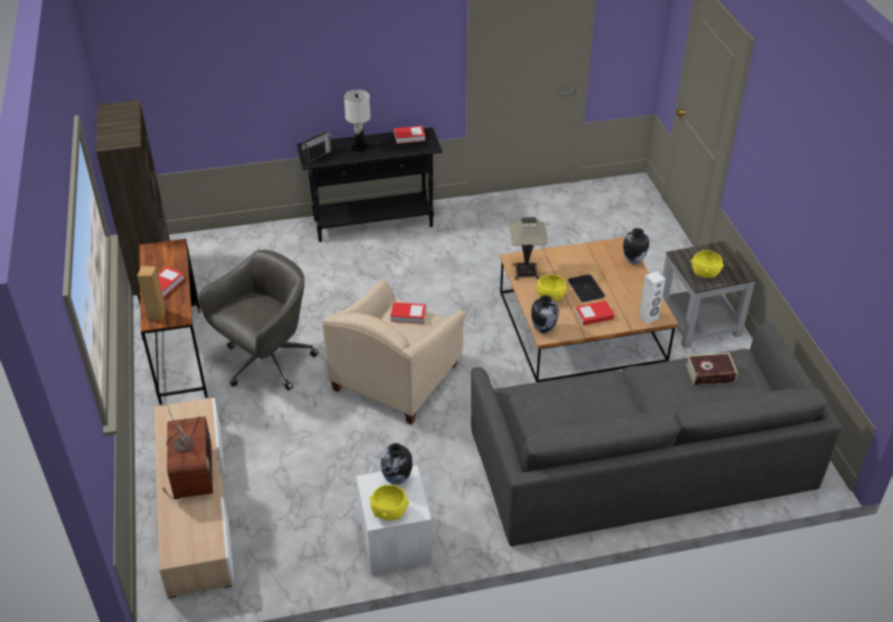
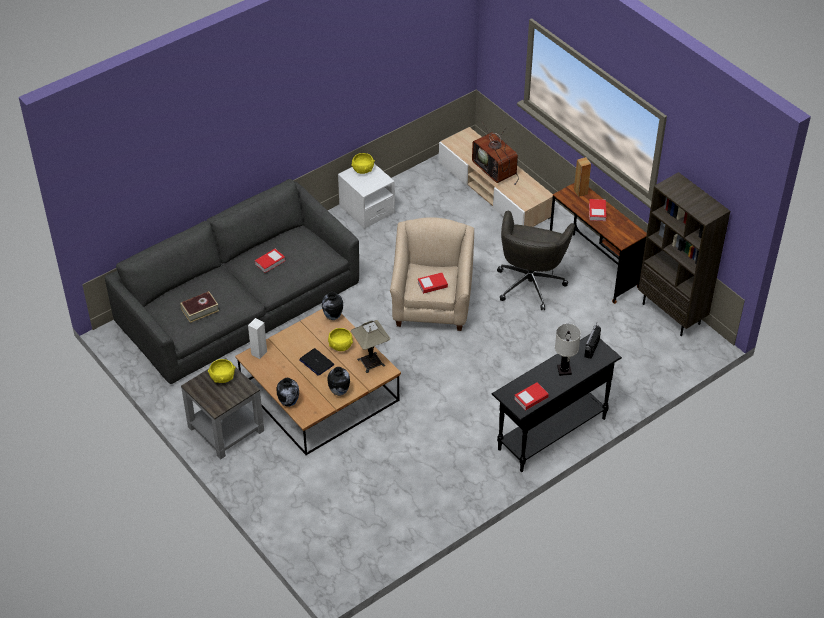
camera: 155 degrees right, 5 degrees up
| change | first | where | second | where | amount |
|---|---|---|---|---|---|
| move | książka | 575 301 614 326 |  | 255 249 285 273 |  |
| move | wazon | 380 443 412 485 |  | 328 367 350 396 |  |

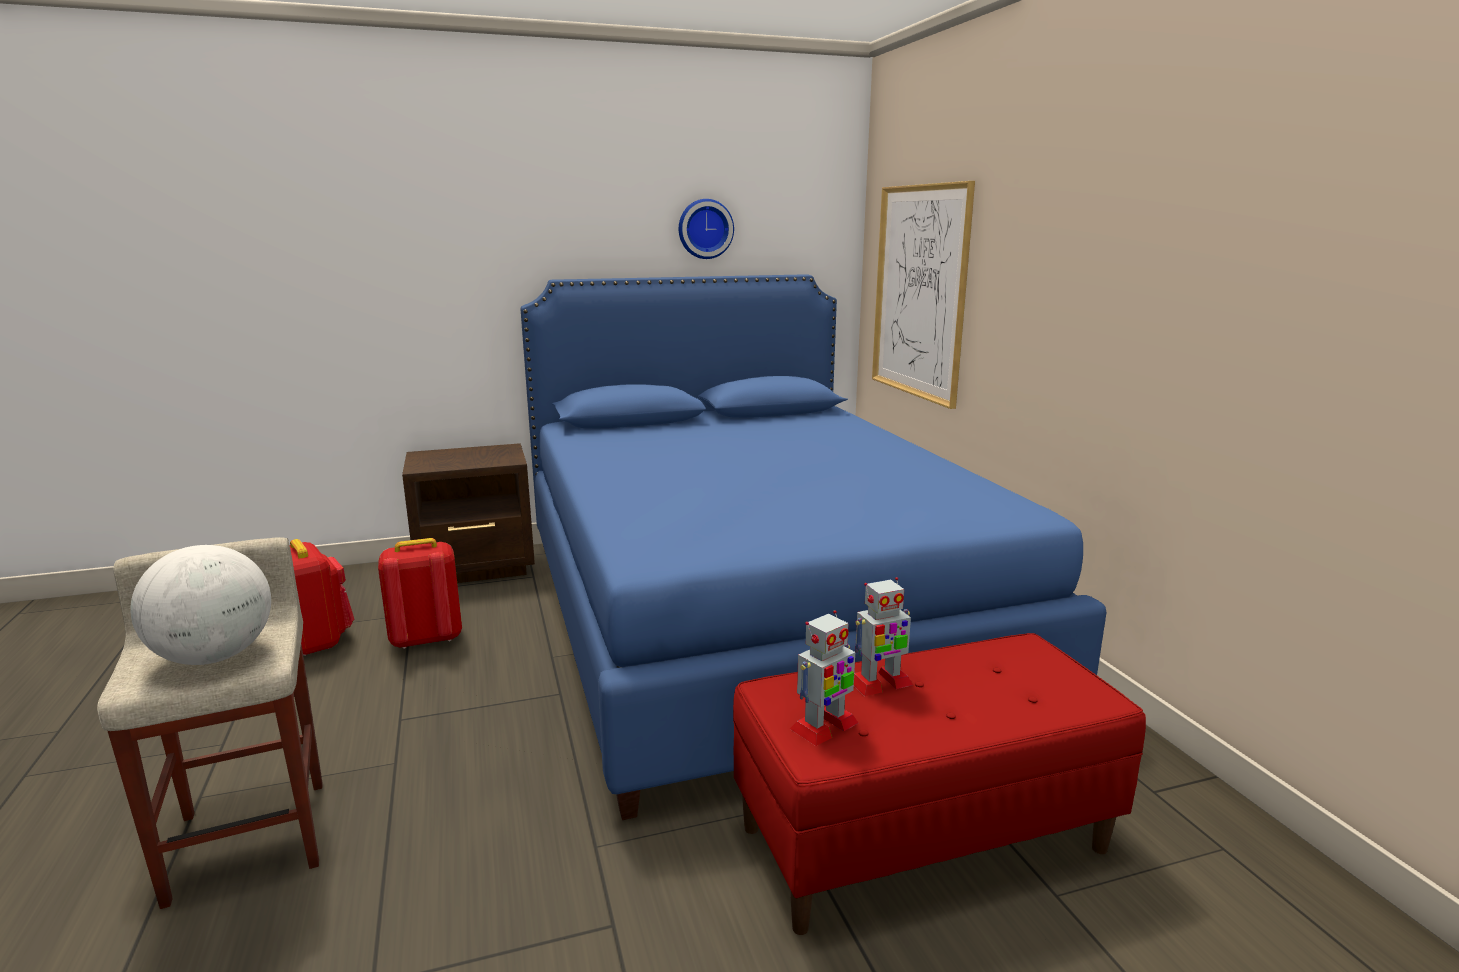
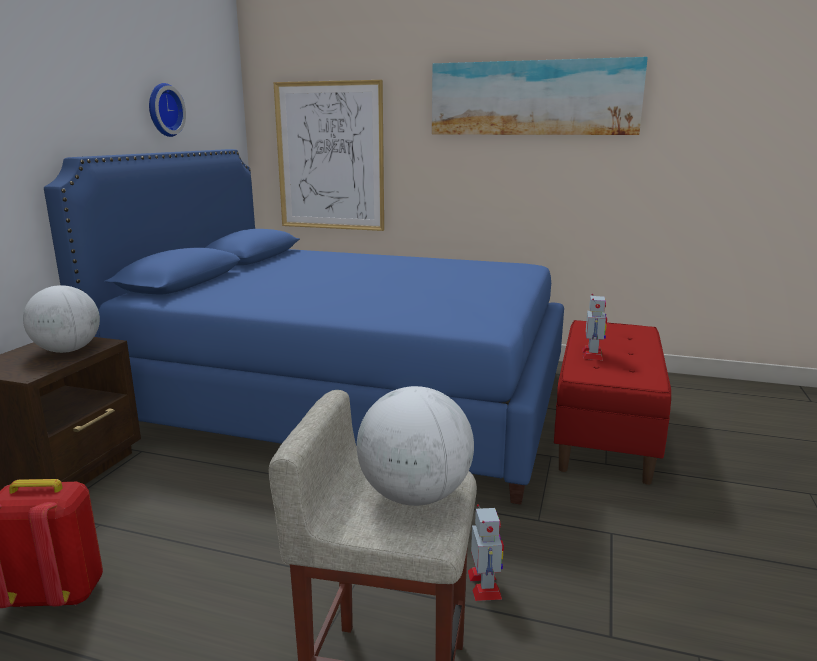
camera: 55 degrees left, 0 degrees up
| change | first | where | second | where | amount |
|---|---|---|---|---|---|
| insert |  |  | globus | 23 285 100 353 |  |
| insert |  |  | obraz | 432 57 648 135 |  |
| move | robot zabawkowy | 790 610 858 746 |  | 468 504 504 601 |  |
| delete | plecak (czerwony) | 378 538 462 649 |  |  |  |

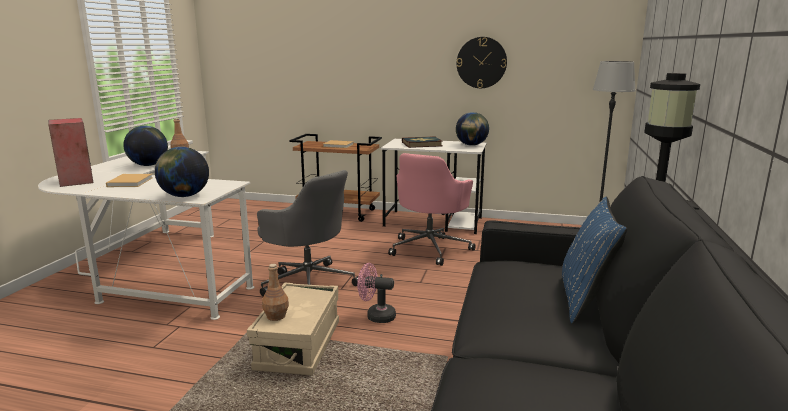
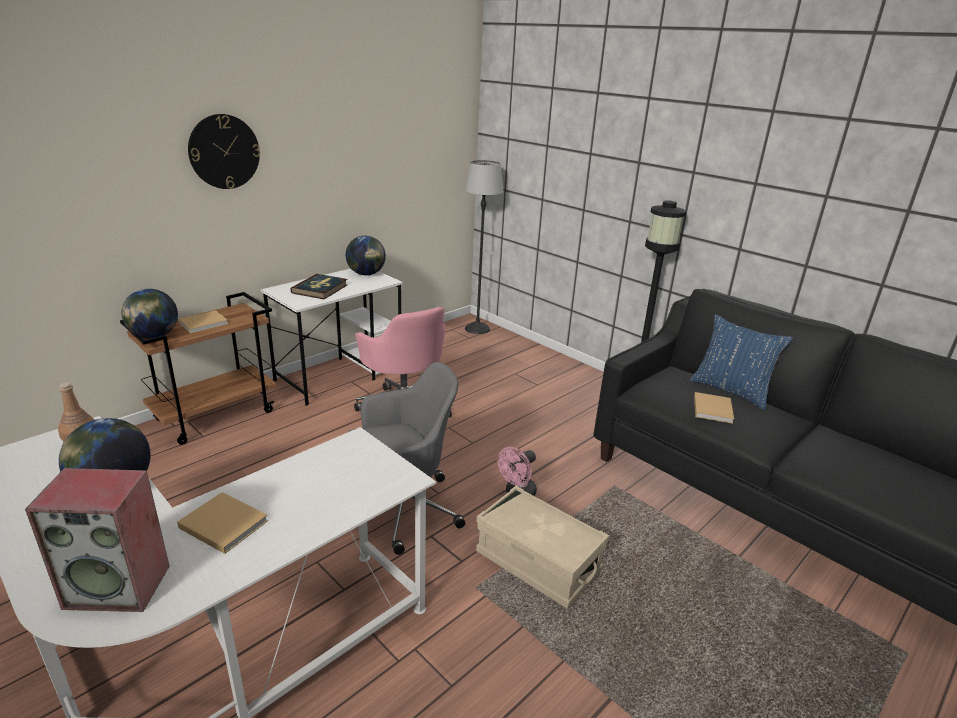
camera: 60 degrees left, 10 degrees up
| change | first | where | second | where | amount |
|---|---|---|---|---|---|
| move | globus | 155 147 209 197 |  | 122 289 178 339 |  |
| move | zegar ścienny | 457 37 507 88 |  | 188 114 260 189 |  |
| insert |  |  | książka (beżowy) | 694 392 734 424 |  |
| delete | butelka (brązowy) | 262 264 289 321 |  |  |  |

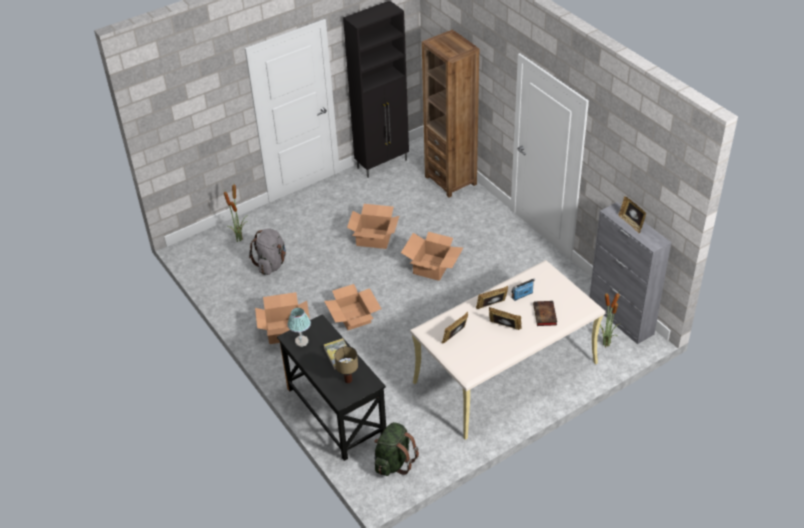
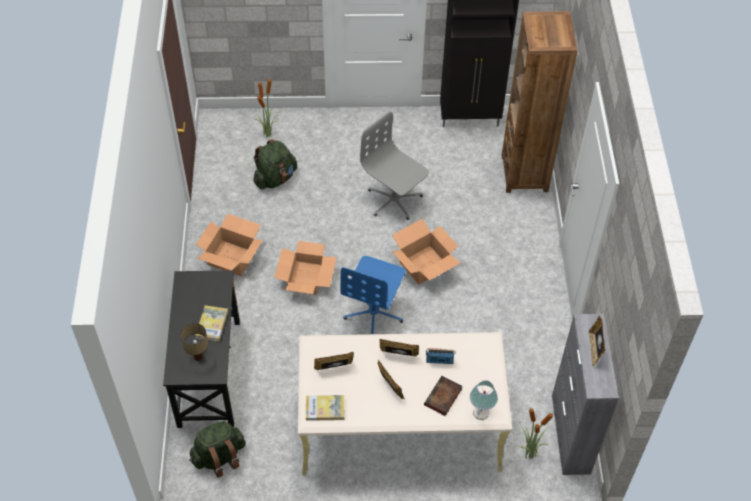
camera: 30 degrees right, 10 degrees up
| change | first | where | second | where | amount |
|---|---|---|---|---|---|
| recolor | plecak (szary) | 249 228 286 275 | plecak (zielony) | 254 139 297 189 |  |
| insert |  |  | książka | 306 395 344 421 |  |
| insert |  |  | krzesło biurowe (niebieski) | 340 256 406 334 |  |
| replace | karton | 347 204 399 249 | krzesło biurowe (szary) | 360 111 429 220 |  |
| move | lampa stołowa | 288 308 311 347 |  | 470 380 498 420 |  |

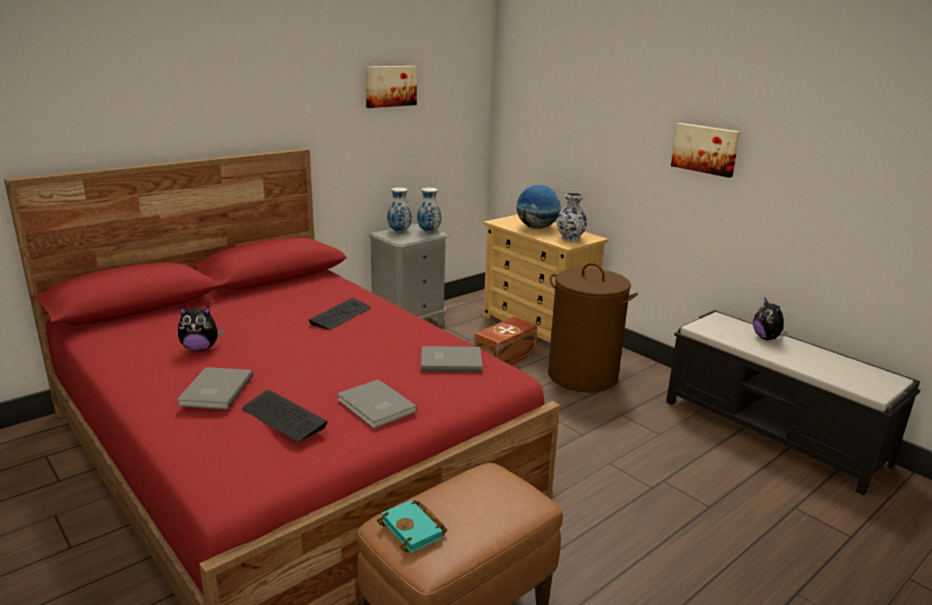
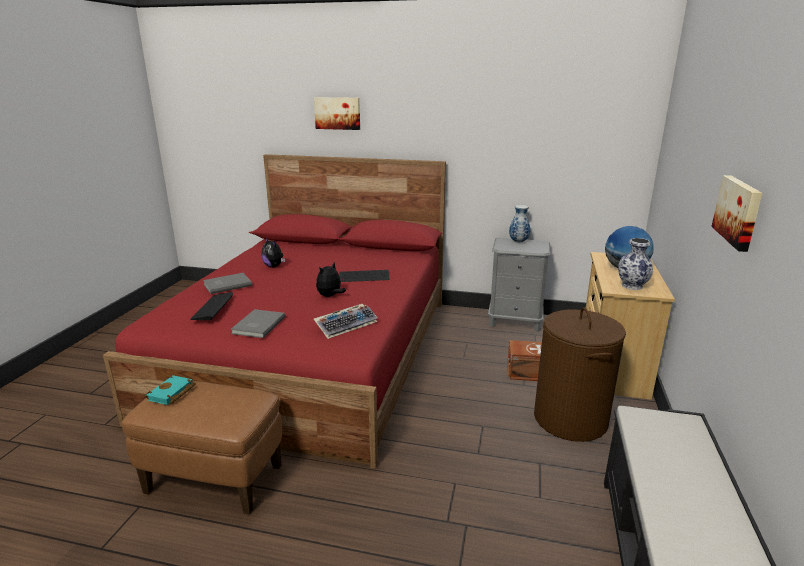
camera: 55 degrees right, 0 degrees up
| change | first | where | second | where | amount |
|---|---|---|---|---|---|
| move | obraz | 365 66 417 108 |  | 314 97 360 130 |  |
| replace | książka (szary) | 421 346 483 373 | klawiatura | 314 304 378 339 |  |
| move | pluszak | 753 298 788 340 |  | 316 263 346 297 |  |
| delete | wazon | 417 188 441 232 |  |  |  |

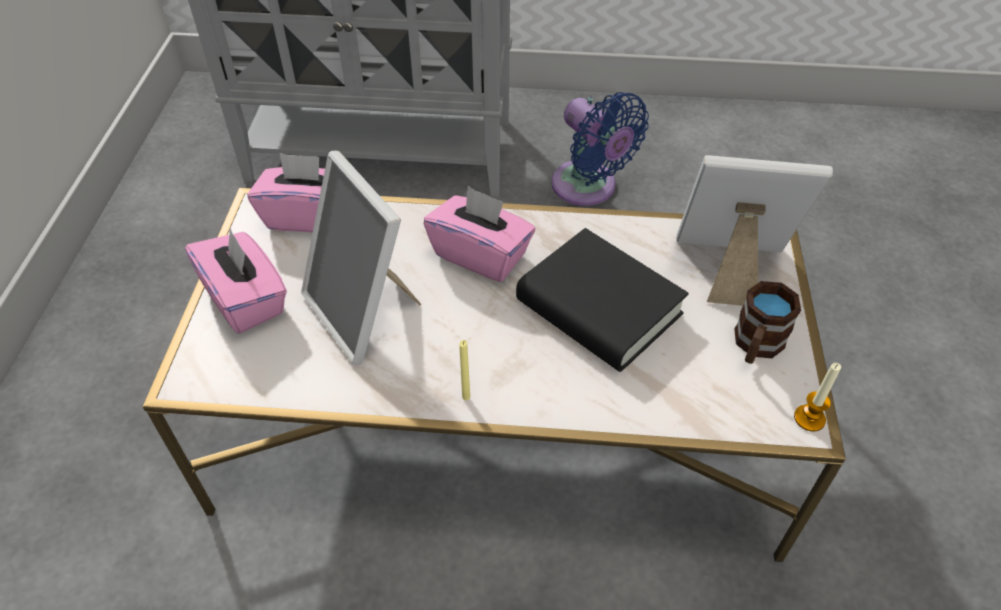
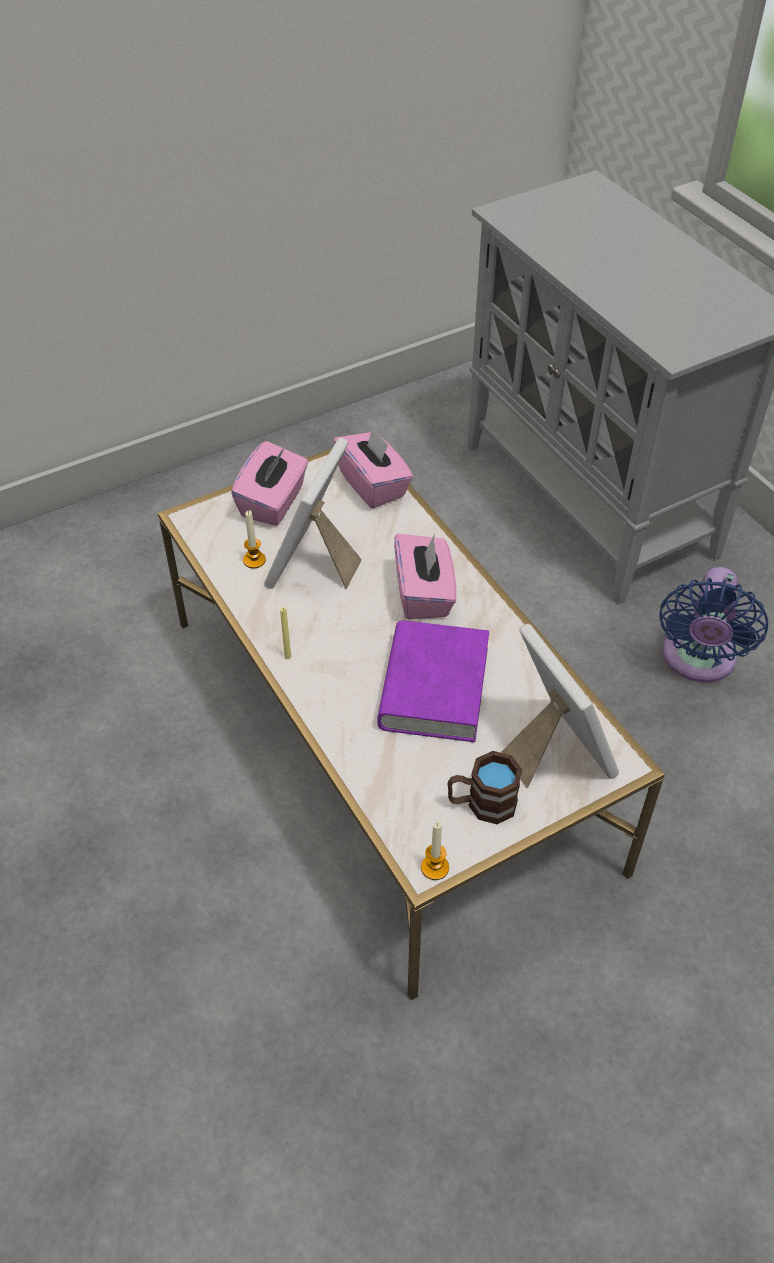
camera: 55 degrees right, 0 degrees up
| change | first | where | second | where | amount |
|---|---|---|---|---|---|
| insert |  |  | świeca | 243 511 266 568 |  |
| recolor | książka (czarny) | 516 228 689 372 | książka (fioletowy) | 377 620 489 742 |  |

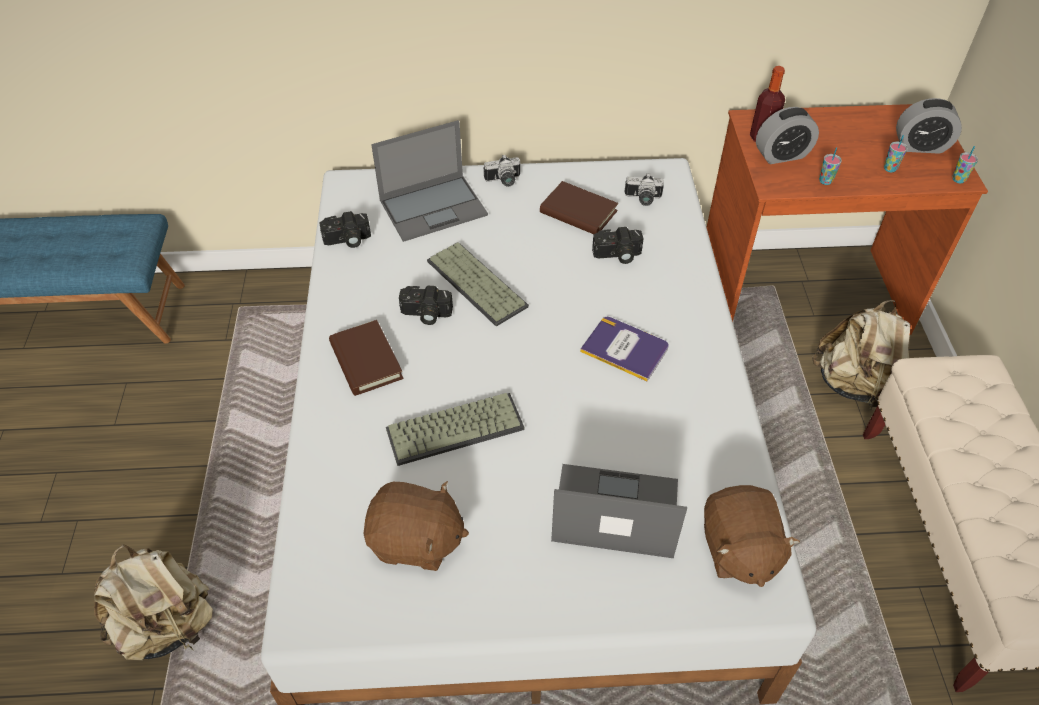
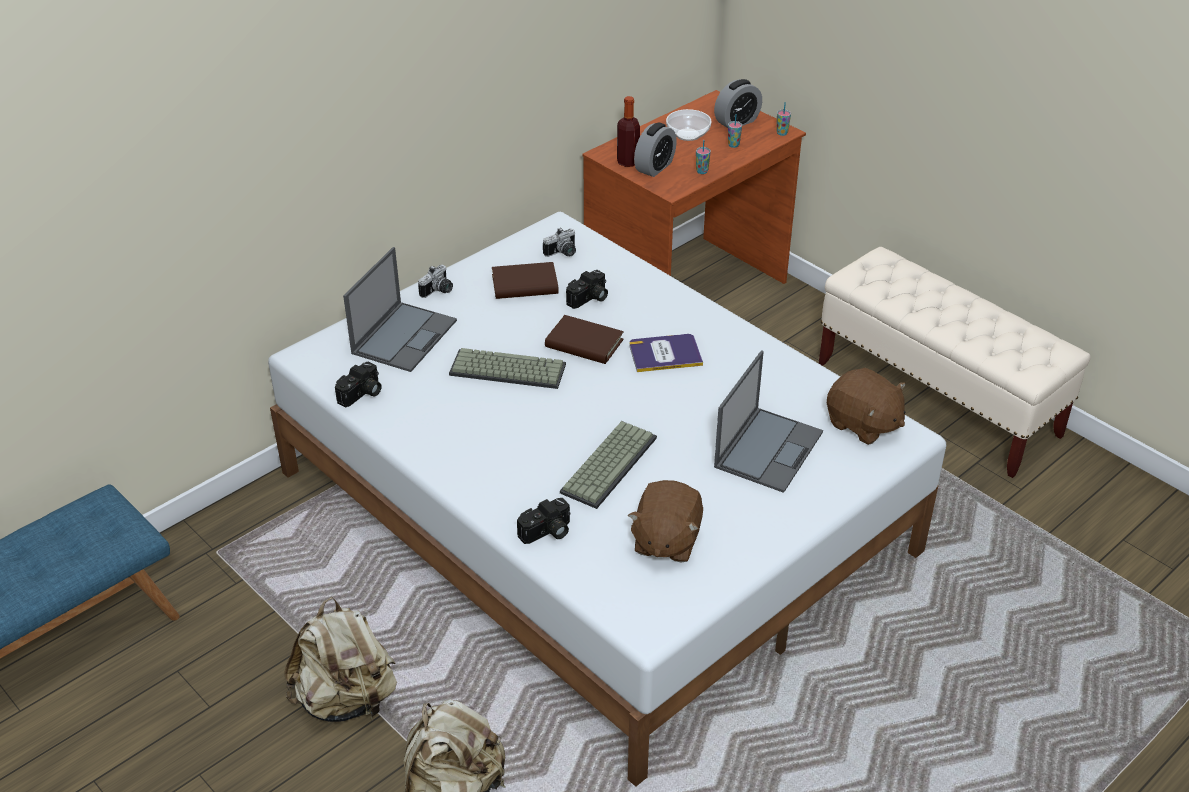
camera: 40 degrees left, 10 degrees down
| change | first | where | second | where | amount |
|---|---|---|---|---|---|
| move | plecak (beżowy) | 812 300 910 408 |  | 284 597 397 722 |  |
| move | aparat fotograficzny | 399 285 453 325 |  | 517 498 571 544 |  |
| move | książka (brązowy) | 329 320 404 396 |  | 545 315 624 364 |  |
| rotate | pluszak (brązowy) | 364 481 469 571 |  | 628 480 703 562 | 135 degrees clockwise |
| insert |  |  | miska | 666 109 711 141 |  |
| rotate | laptop | 551 464 687 558 |  | 714 350 823 493 | 150 degrees clockwise |

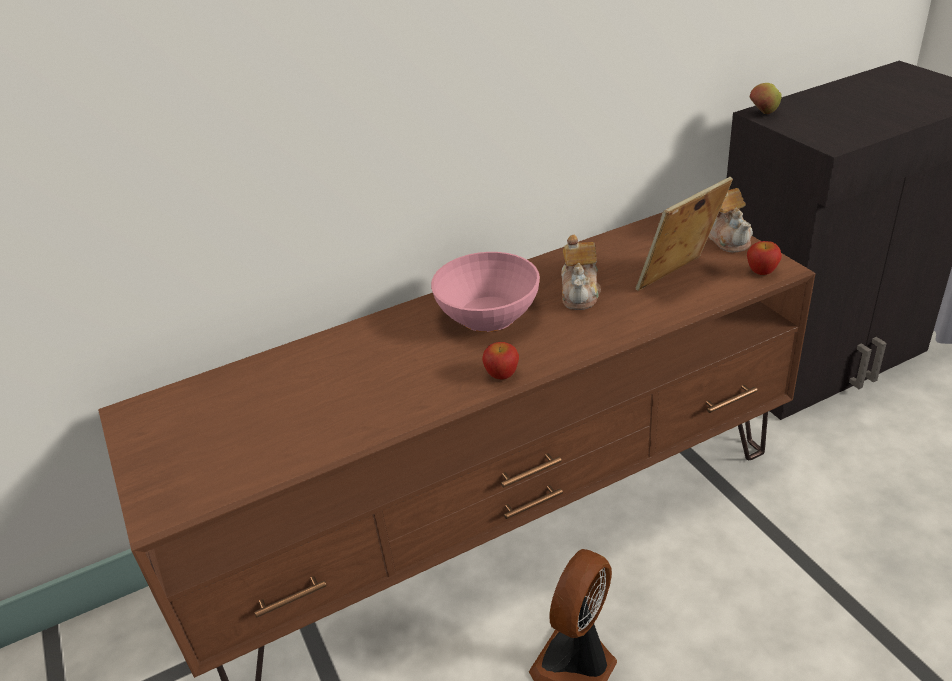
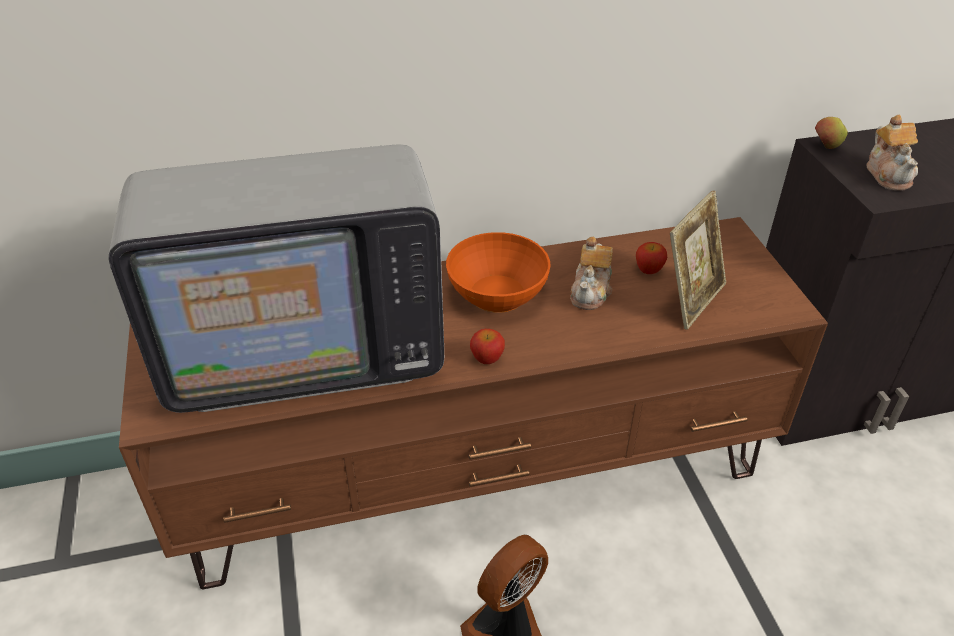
camera: 10 degrees right, 5 degrees up
| change | first | where | second | where | amount |
|---|---|---|---|---|---|
| insert |  |  | telewizor | 108 145 444 413 |  |
| recolor | miska (różowy) | 431 252 540 332 | miska (pomarańczowy) | 446 232 551 313 |  |
| move | jabłko | 747 241 782 275 |  | 636 242 667 274 |  |
| rotate | ramka na zdjęcie | 636 177 733 291 |  | 670 190 727 330 | 150 degrees clockwise |
| move | imbryk | 708 188 753 253 |  | 866 115 918 191 |  |

